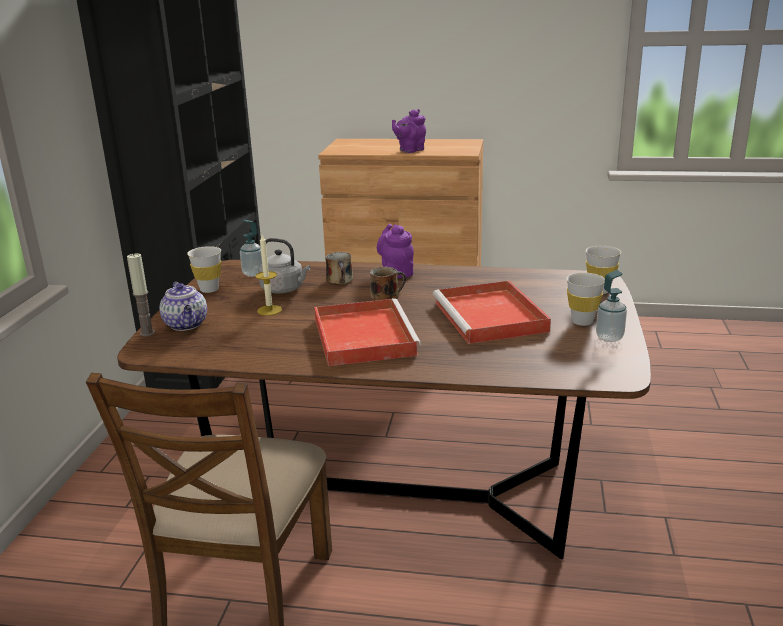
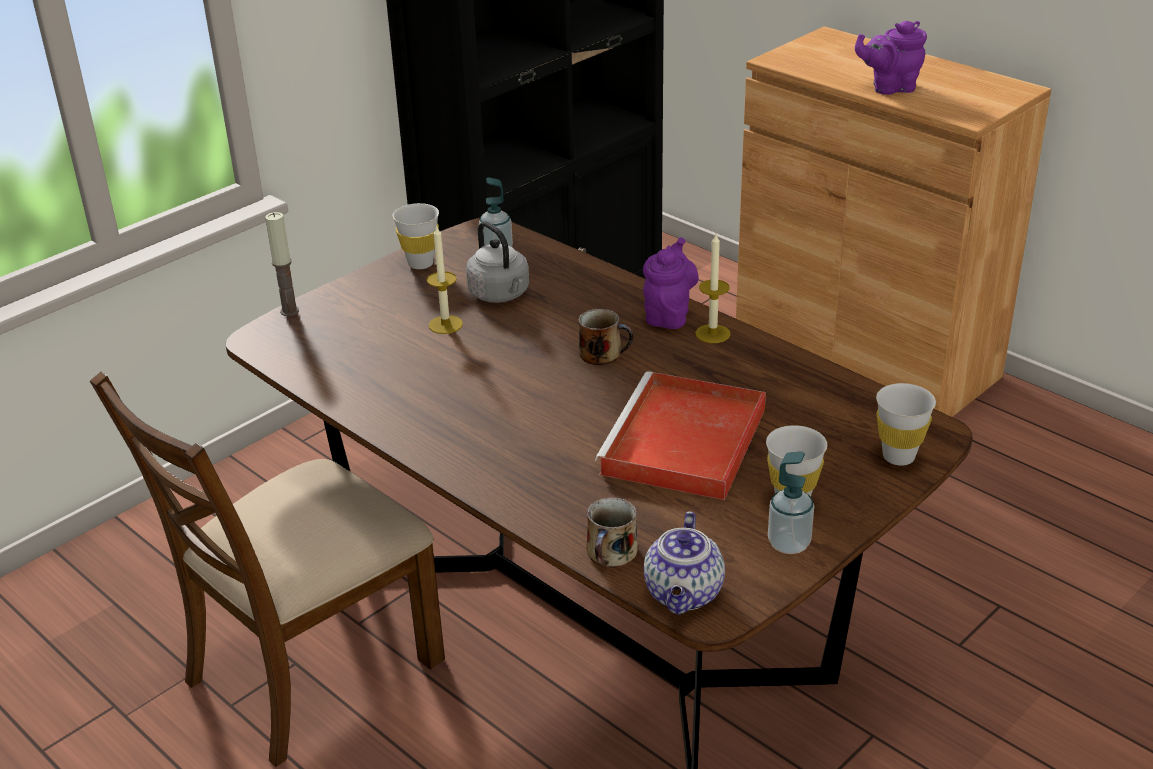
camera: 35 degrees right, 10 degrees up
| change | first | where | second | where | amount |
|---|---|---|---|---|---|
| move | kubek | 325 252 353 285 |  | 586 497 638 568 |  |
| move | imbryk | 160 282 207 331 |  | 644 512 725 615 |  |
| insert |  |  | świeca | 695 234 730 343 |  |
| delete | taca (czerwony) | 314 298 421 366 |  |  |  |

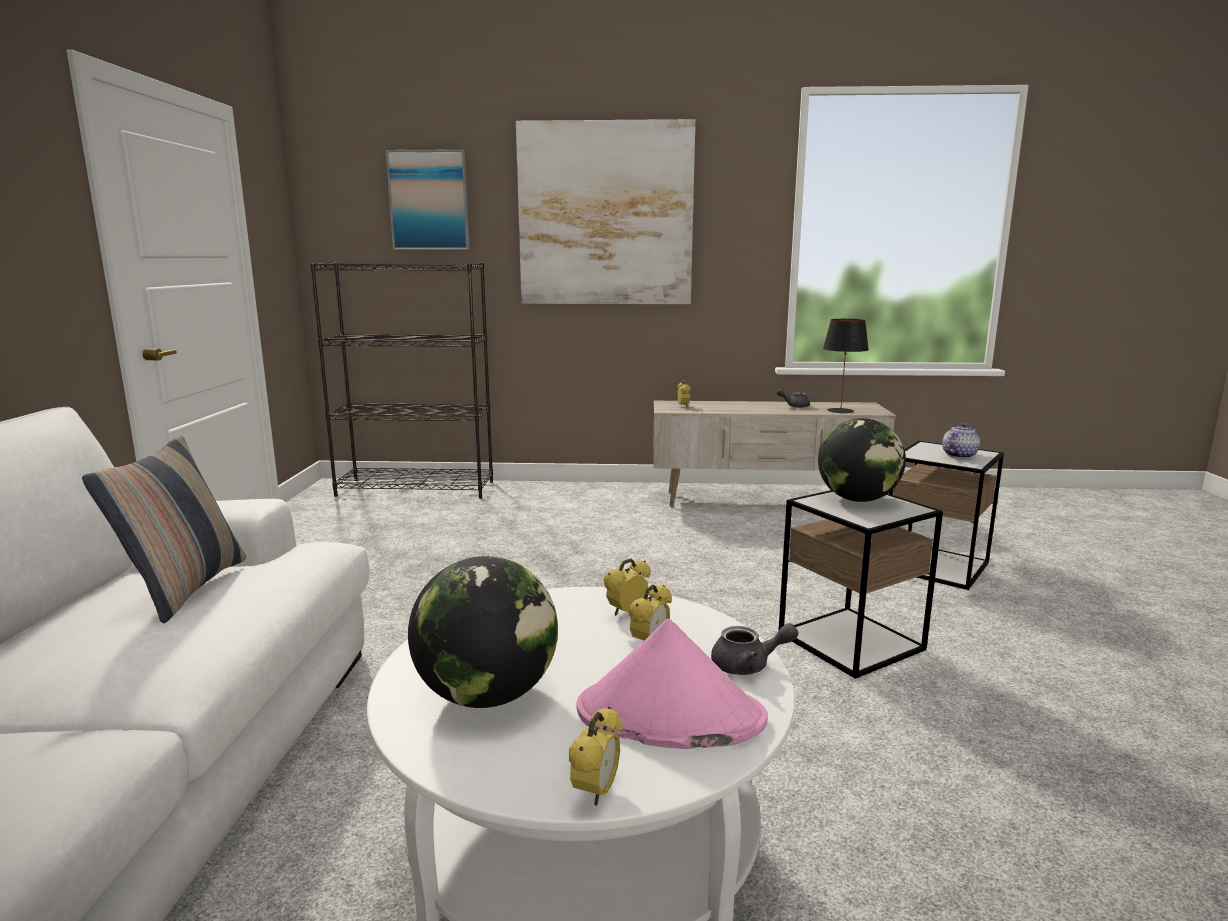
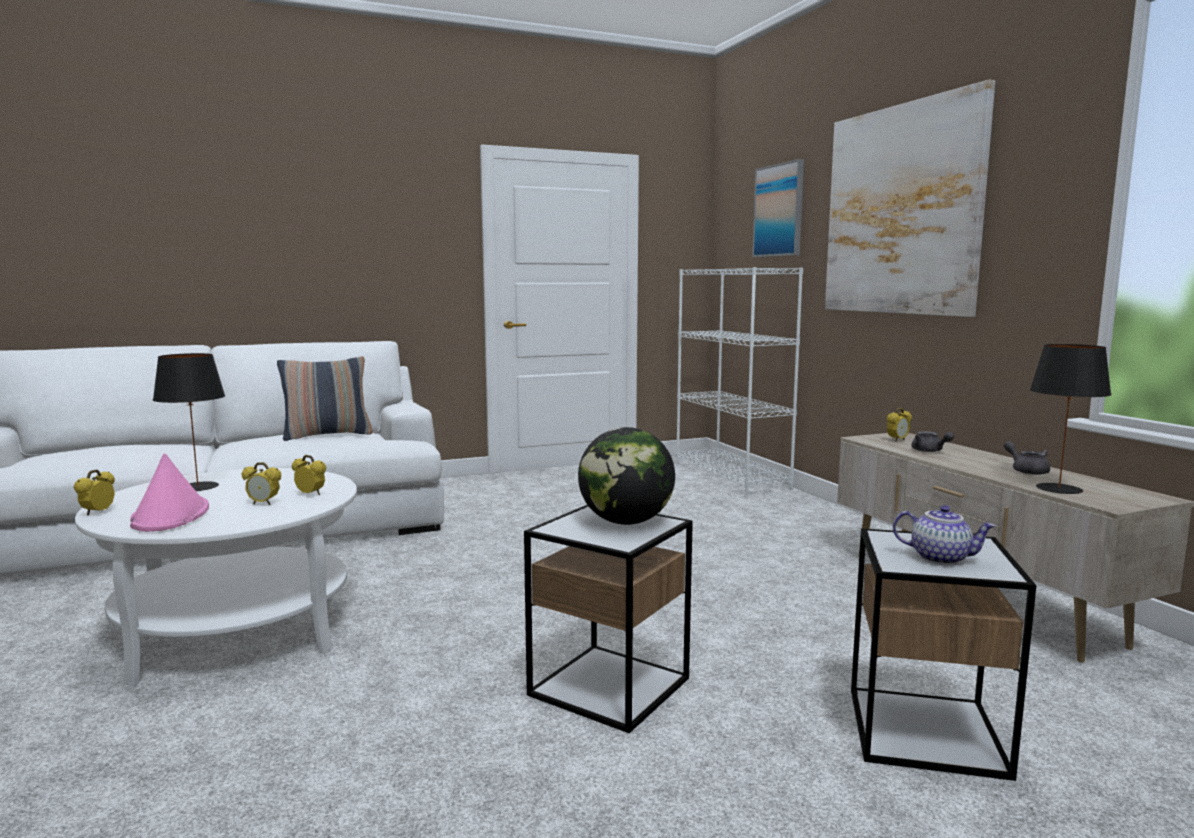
camera: 65 degrees right, 5 degrees down
| change | first | where | second | where | amount |
|---|---|---|---|---|---|
| rotate | budzik | 569 707 622 806 |  | 74 469 115 515 | 105 degrees clockwise |
| replace | globus | 408 556 558 708 | lampa stołowa (czarny) | 153 353 225 491 |  |
| recolor | regał (czarny) | 310 263 493 499 | regał (biały) | 676 267 803 495 |  |
| move | imbryk (szary) | 711 623 798 675 |  | 911 431 954 452 |  |

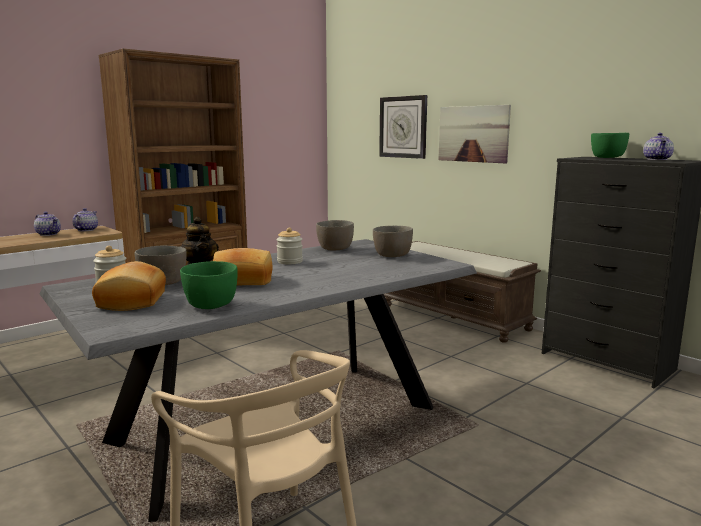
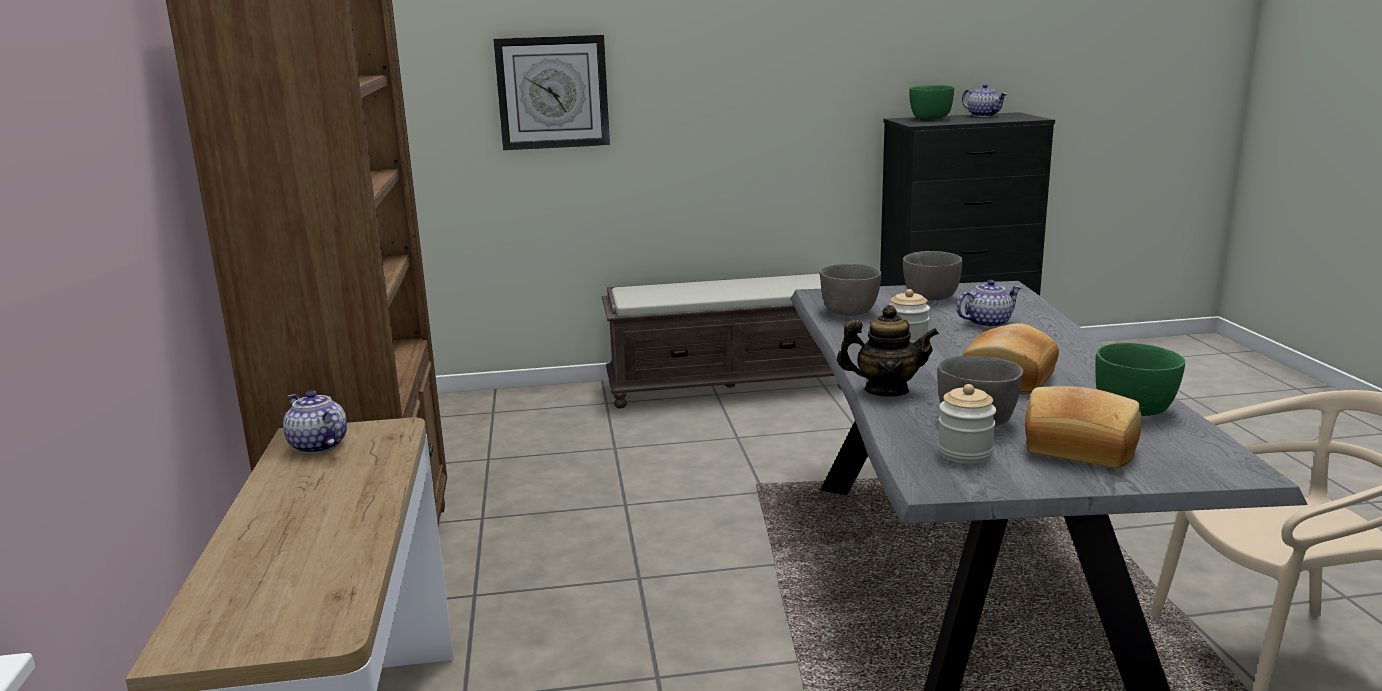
camera: 55 degrees left, 5 degrees up
| change | first | where | second | where | amount |
|---|---|---|---|---|---|
| move | imbryk | 34 212 61 236 |  | 956 280 1022 328 |  |
| delete | obraz | 438 105 511 164 |  |  |  |

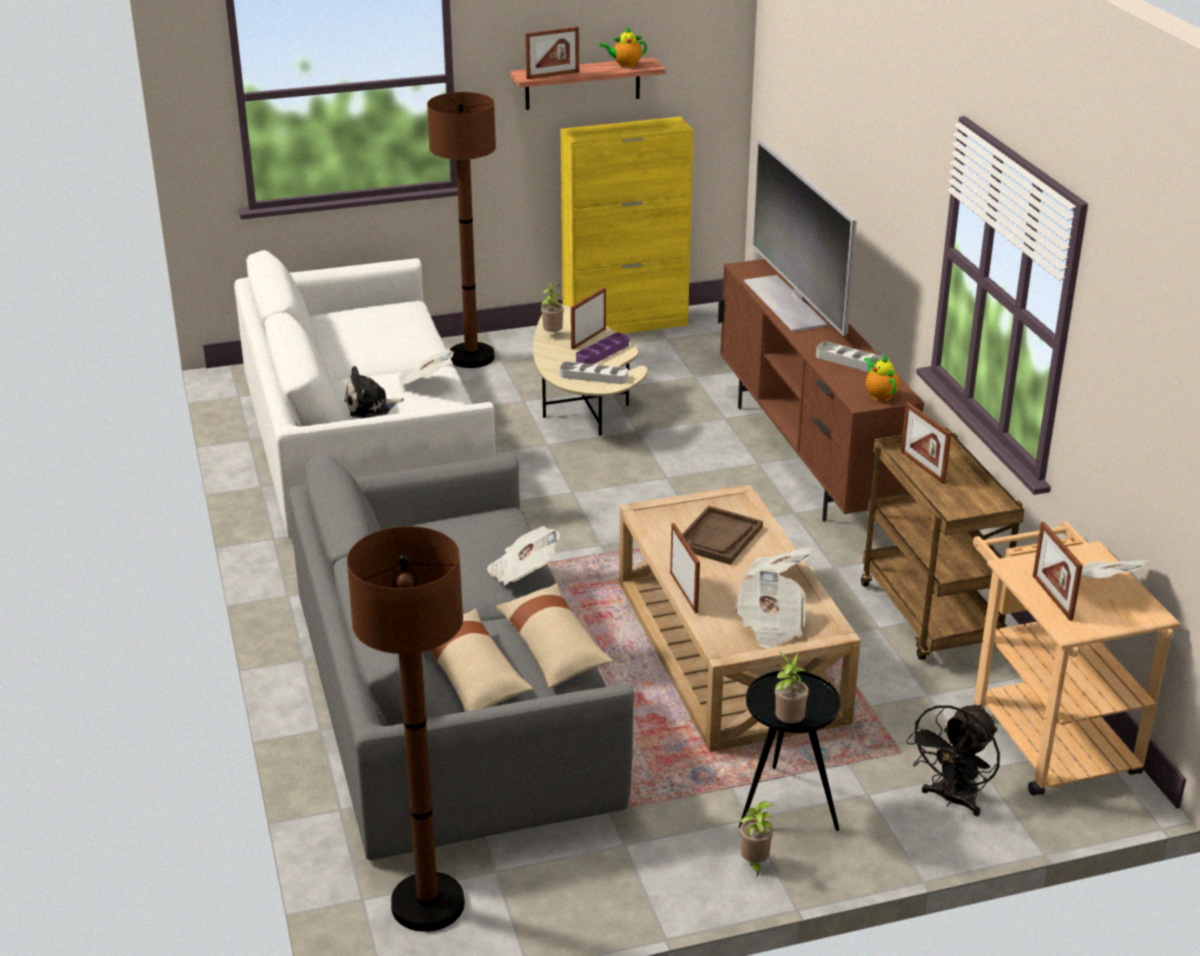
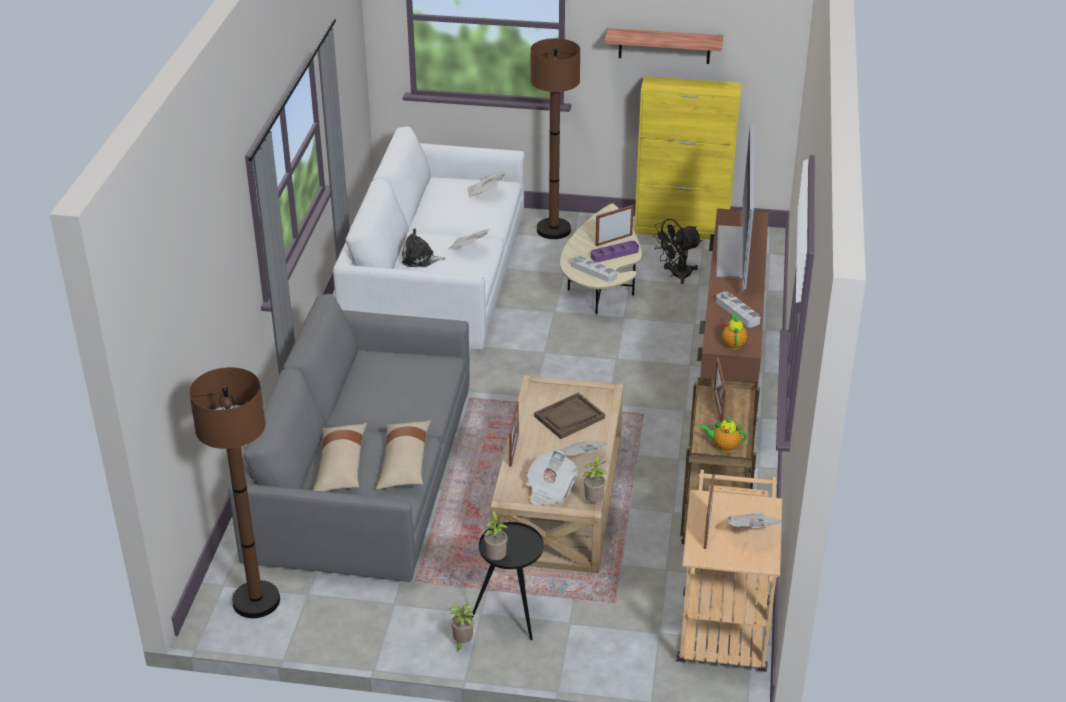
camera: 25 degrees right, 5 degrees up
| change | first | where | second | where | amount |
|---|---|---|---|---|---|
| move | gazeta | 487 526 560 586 |  | 467 171 506 197 |  |
| move | roślina doniczkowa | 541 283 564 332 |  | 583 456 607 503 |  |
| move | wentylator (czarny) | 906 704 1000 816 |  | 652 219 702 284 |  |
| move | imbryk | 599 26 647 68 |  | 700 417 747 452 |  |
| delete | ramka na zdjęcie | 525 27 579 79 |  |  |  |

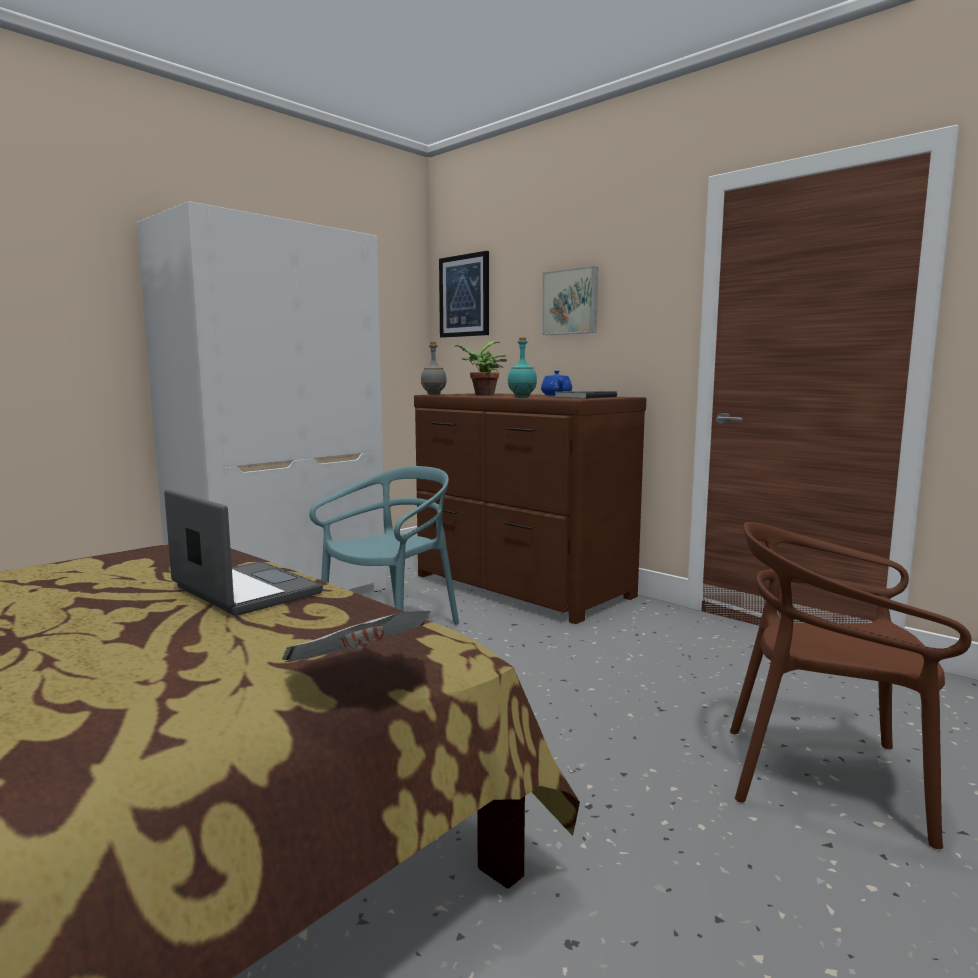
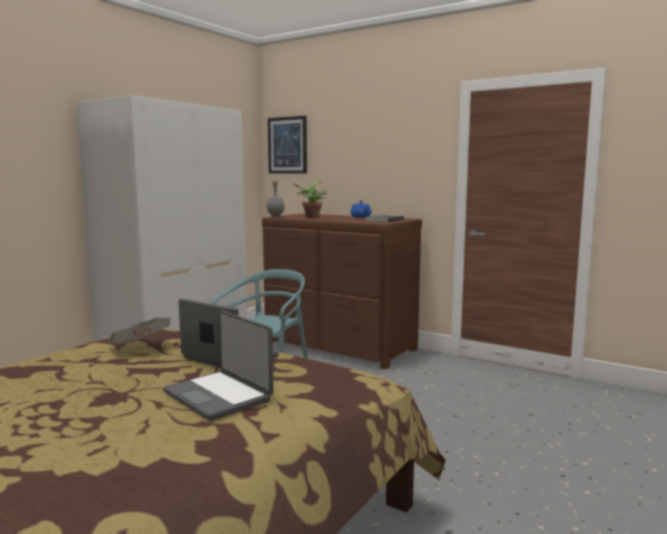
camera: 10 degrees left, 0 degrees up
| change | first | where | second | where | amount |
|---|---|---|---|---|---|
| move | gazeta | 282 611 431 662 |  | 108 318 171 344 |  |
| insert |  |  | laptop | 163 310 274 421 |  |
| delete | butelka (turkusowy) | 507 337 537 398 |  |  |  |
| delete | obraz | 542 266 598 335 |  |  |  |
| delete | krzesło (brązowy) | 730 522 972 849 |  |  |  |

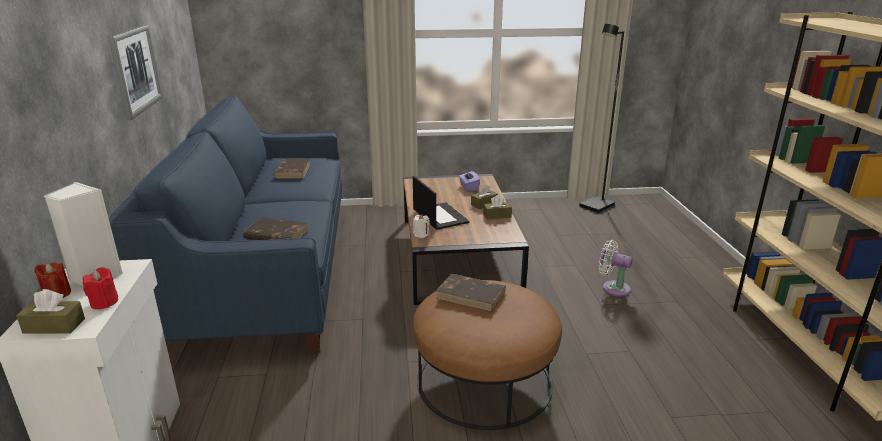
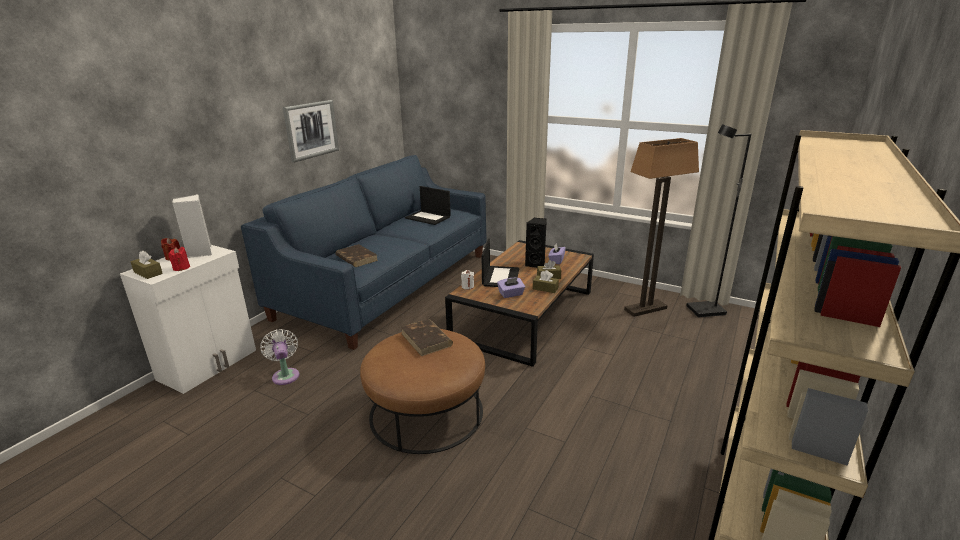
camera: 35 degrees right, 0 degrees up
| change | first | where | second | where | amount |
|---|---|---|---|---|---|
| move | wentylator (biały) | 599 240 633 296 |  | 260 329 299 385 |  |
| replace | książka (brązowy) | 274 159 311 179 | laptop | 405 186 451 225 |  |
| insert |  |  | pudełko chusteczek (fioletowy) | 497 278 525 298 |  |
| insert |  |  | głośnik (czarny) | 525 218 547 268 |  |
| insert |  |  | lampa stojąca | 624 138 699 317 |  |

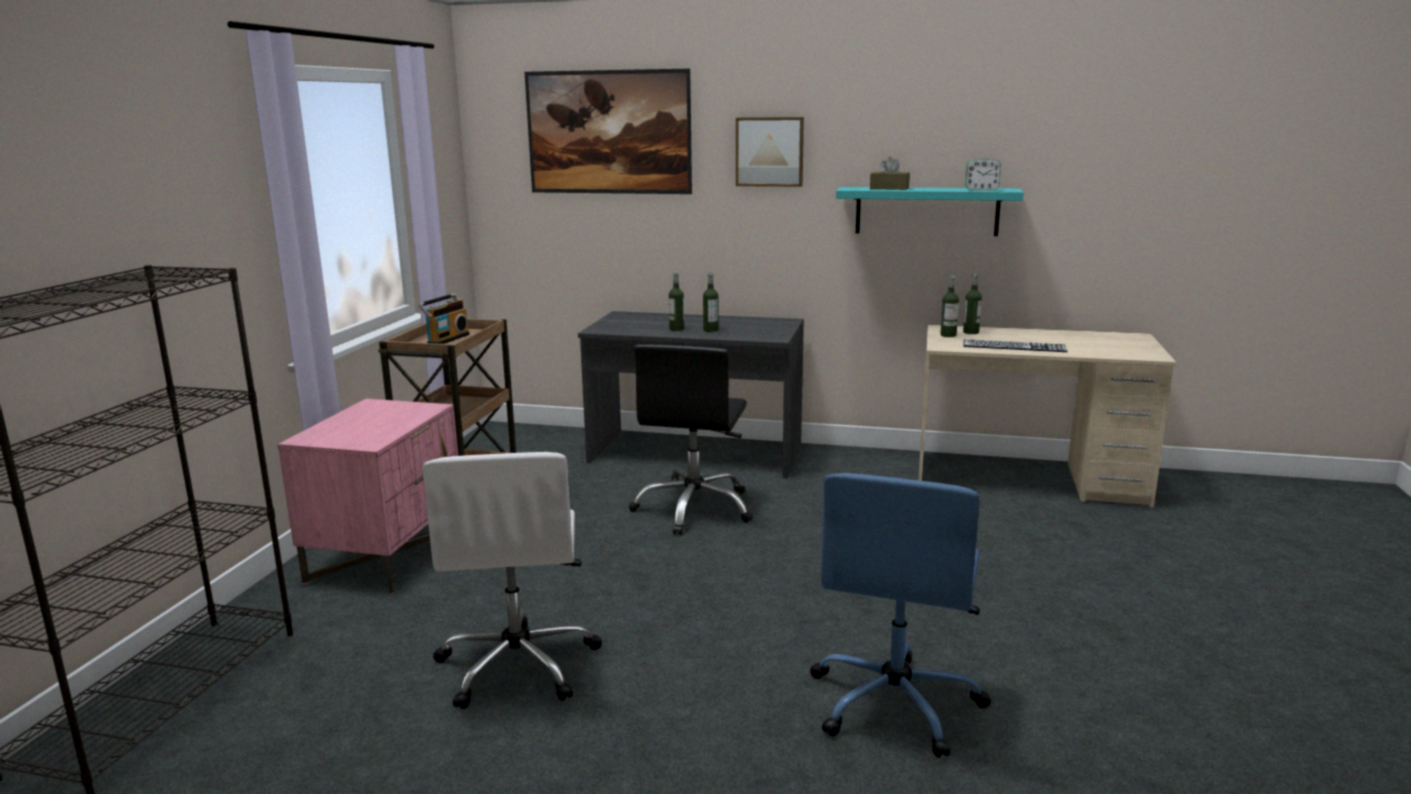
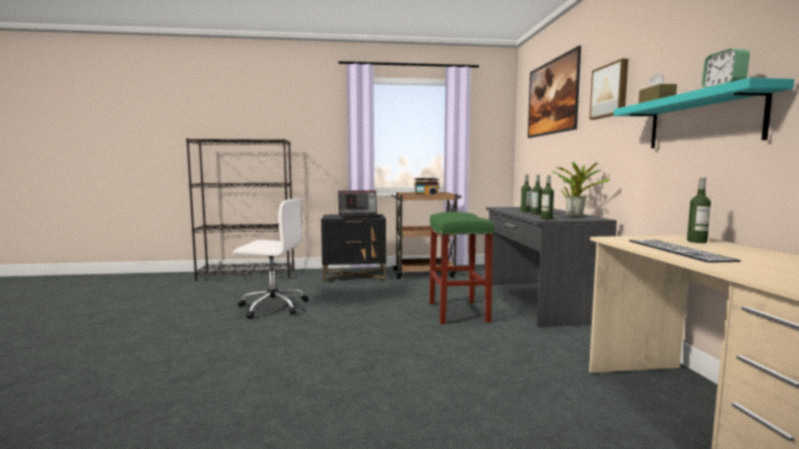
camera: 70 degrees right, 10 degrees down
| change | first | where | second | where | amount |
|---|---|---|---|---|---|
| rotate | krzesło biurowe (biały) | 422 452 602 709 |  | 233 198 308 319 | 150 degrees counterclockwise |
| recolor | szafka nocna (różowy) | 277 399 458 595 | szafka nocna (czarny) | 321 214 386 282 |  |
| insert |  |  | laptop | 338 190 381 218 |  |
| replace | krzesło biurowe (czarny) | 629 344 753 535 | stołek (zielony) | 429 212 494 324 |  |
| move | butelka | 940 276 959 337 |  | 541 175 554 219 |  |
| insert |  |  | roślina doniczkowa | 552 162 610 217 |  |
| delete | krzesło biurowe (niebieski) | 810 473 991 758 |  |  |  |

